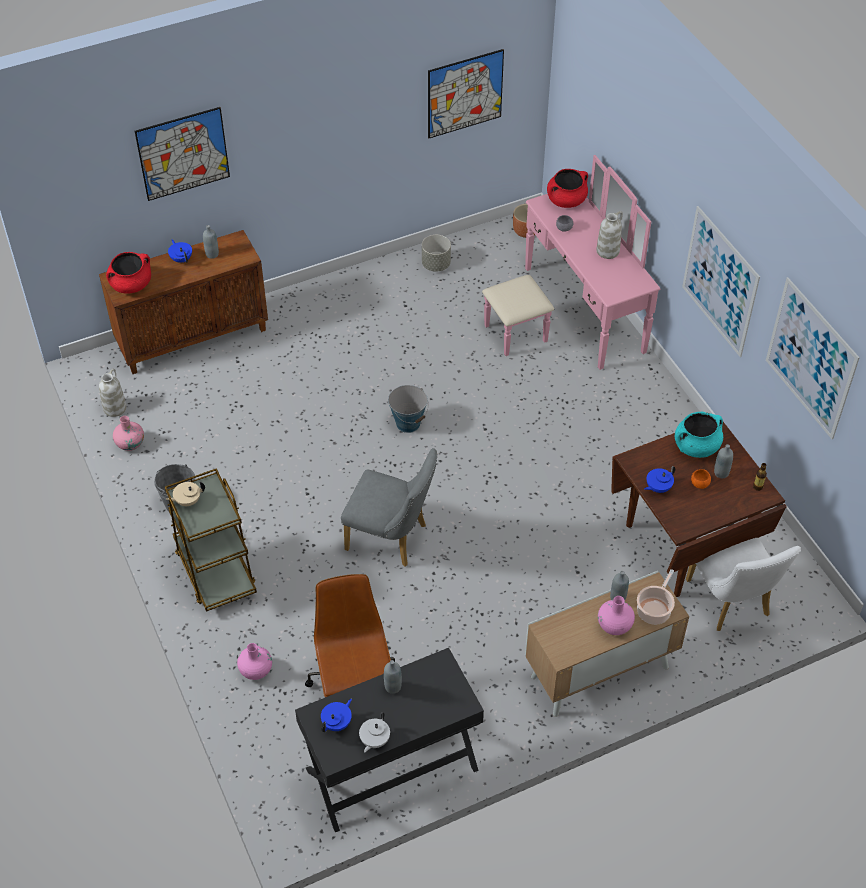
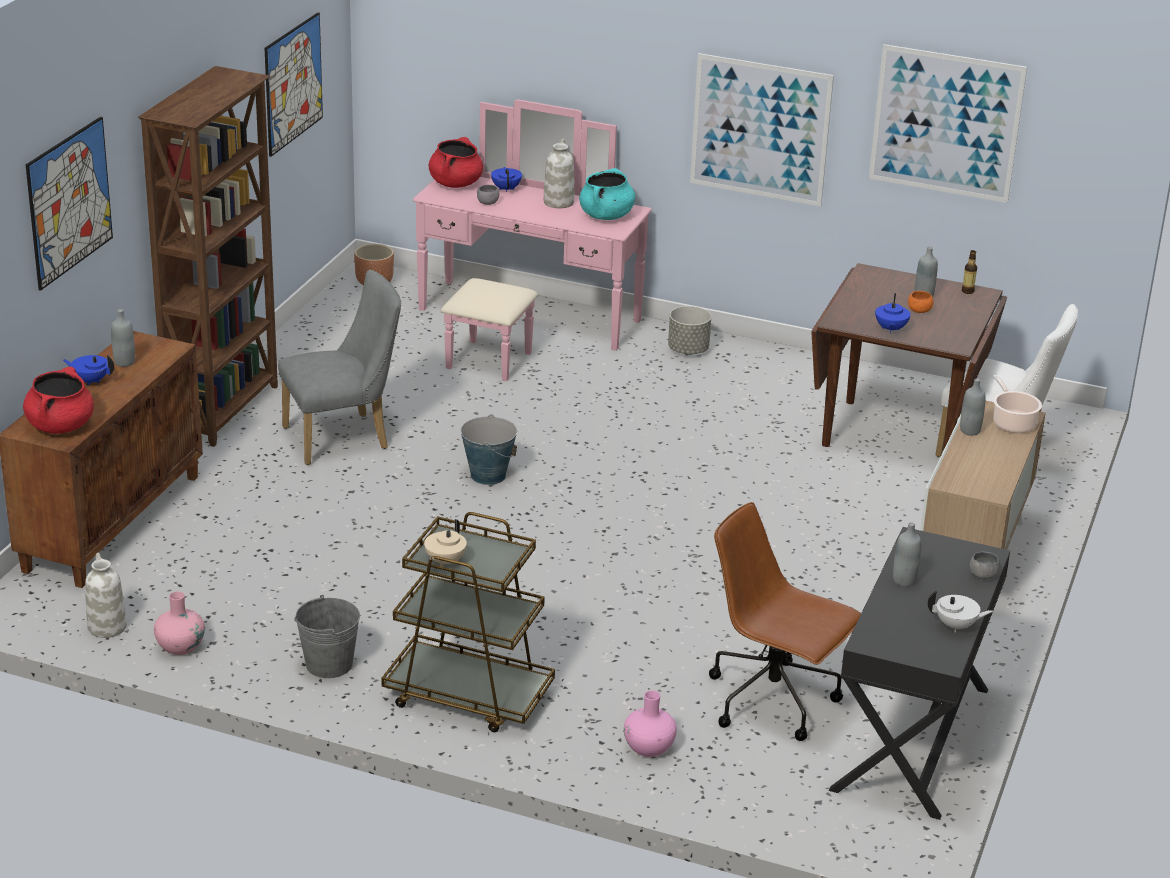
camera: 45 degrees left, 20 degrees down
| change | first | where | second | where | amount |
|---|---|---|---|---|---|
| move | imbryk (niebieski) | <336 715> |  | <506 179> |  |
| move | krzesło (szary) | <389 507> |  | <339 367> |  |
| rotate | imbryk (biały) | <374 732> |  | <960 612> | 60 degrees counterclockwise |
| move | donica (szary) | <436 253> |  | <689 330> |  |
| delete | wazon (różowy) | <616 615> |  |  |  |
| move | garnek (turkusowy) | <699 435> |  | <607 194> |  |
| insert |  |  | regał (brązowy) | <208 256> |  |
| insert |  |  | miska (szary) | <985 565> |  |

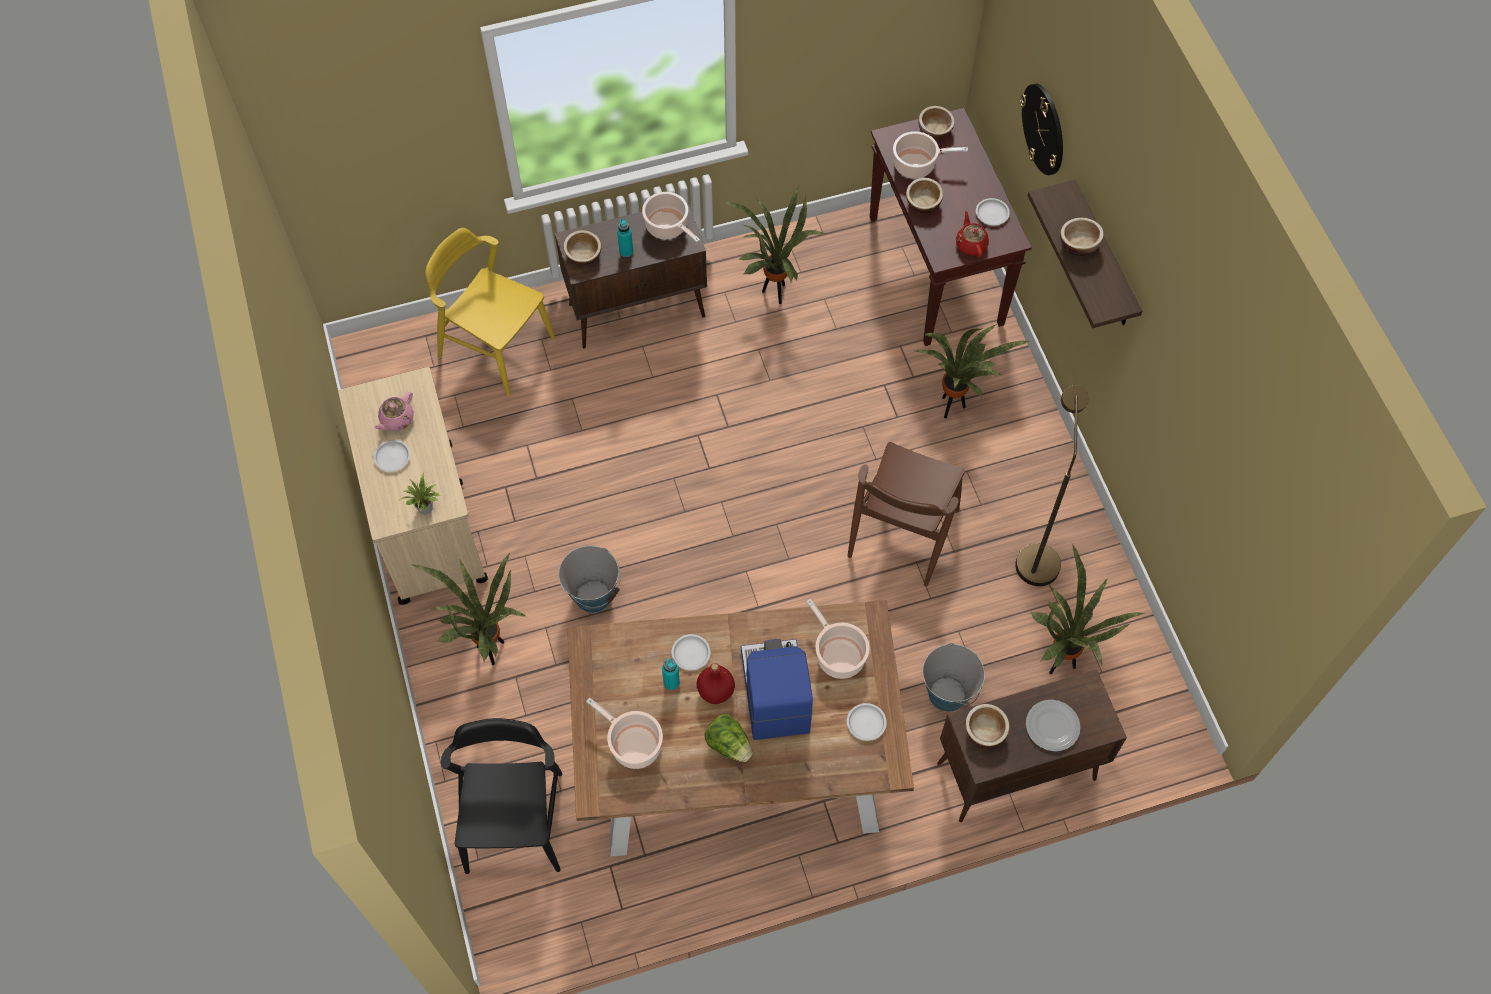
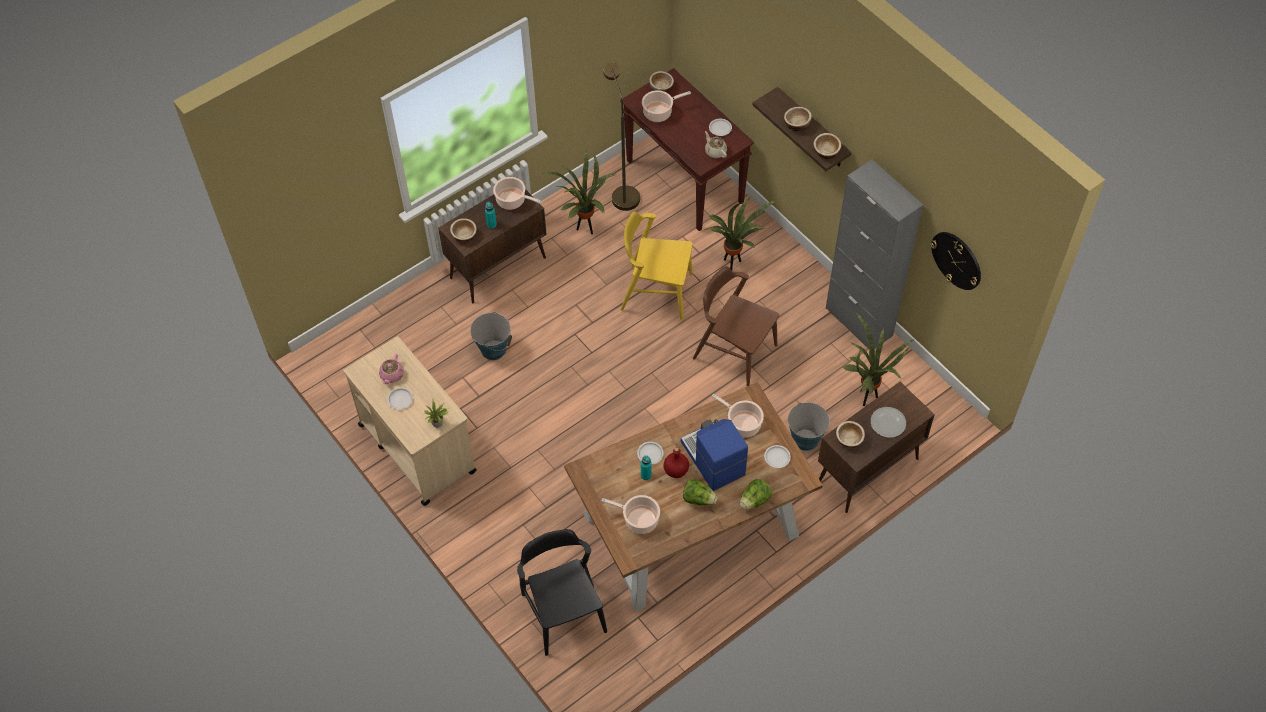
camera: 20 degrees left, 5 degrees down
| change | first | where | second | where | amount |
|---|---|---|---|---|---|
| delete | roślina doniczkowa | <470 609> |  |  |  |
| move | krzesło (żółty) | <490 312> |  | <657 265> |  |
| move | wiadro | <590 579> |  | <491 336> |  |
| rotate | krzesło (brązowy) | <906 514> |  | <736 326> | 120 degrees clockwise |
| move | miska | <924 195> |  | <827 146> |  |
| recolor | imbryk (czerwony) | <972 234> | imbryk (beżowy) | <716 144> |  |
| move | lampa stojąca (brązowy) | <1052 485> |  | <622 137> |  |
| move | zegar ścienny | <1041 129> |  | <955 261> |  |
| insert |  |  | sałata | <756 494> |  |
| insert |  |  | szafka (szary) | <874 254> |  |

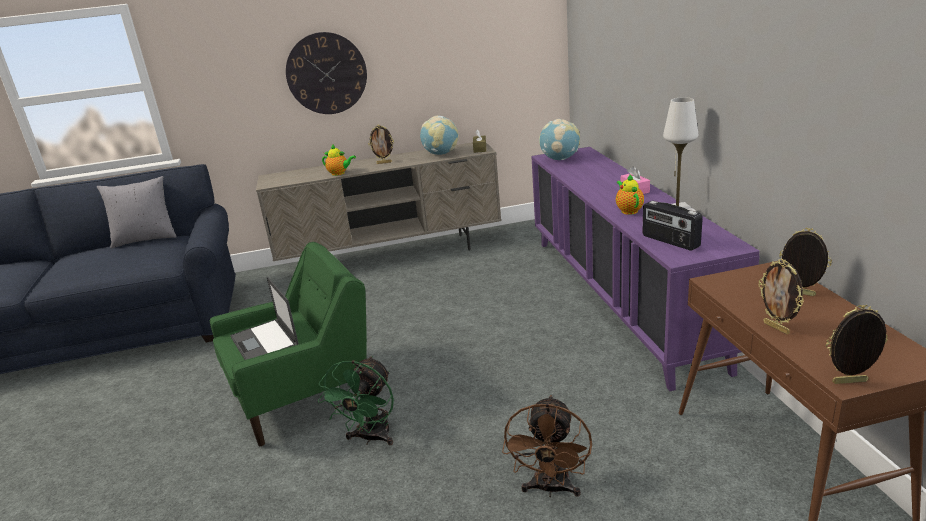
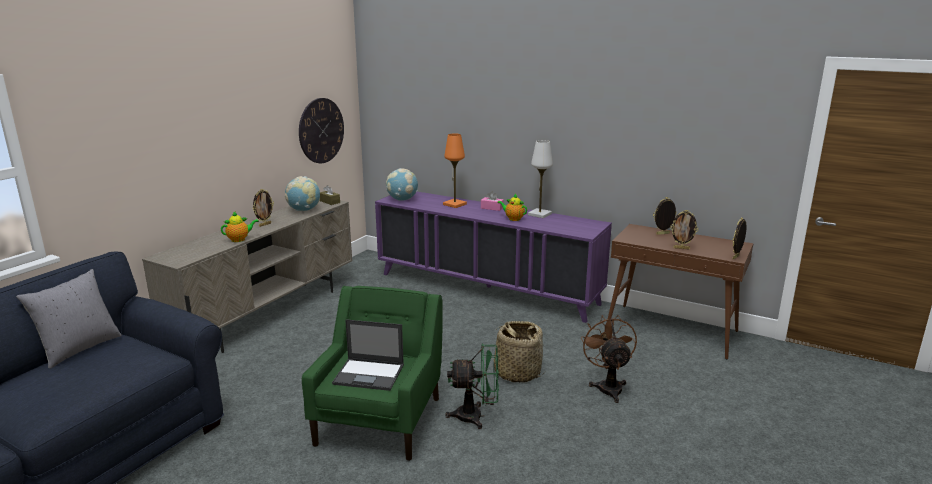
camera: 50 degrees left, 5 degrees down
| change | first | where | second | where | amount |
|---|---|---|---|---|---|
| move | zegar ścienny | <326 73> |  | <321 130> |  |
| rotate | wentylator (zielony) | <356 401> |  | <472 386> | 60 degrees counterclockwise |
| rotate | wentylator (brązowy) | <547 446> |  | <609 359> | 150 degrees counterclockwise |
| delete | radio | <672 226> |  |  |  |
| insert |  |  | lampa stołowa (pomarańczowy) | <455 171> |  |
| insert |  |  | koszyk | <517 352> |  |

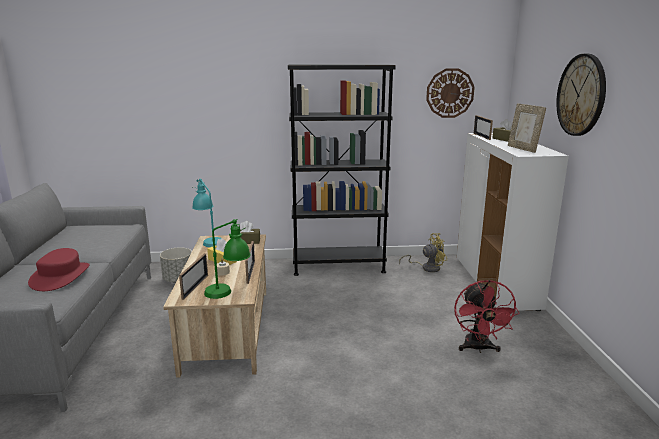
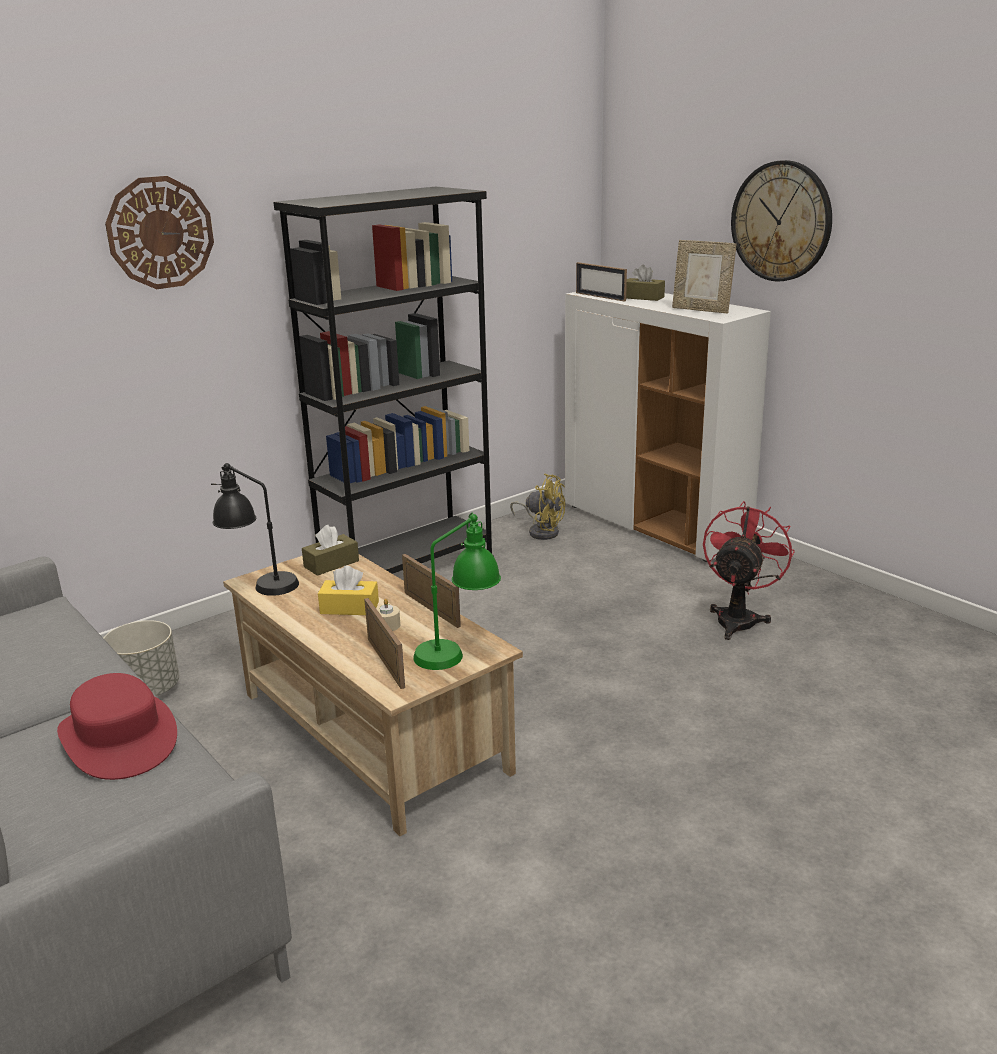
camera: 35 degrees left, 5 degrees up
| change | first | where | second | where | amount |
|---|---|---|---|---|---|
| recolor | lampa stołowa (turkusowy) | <207 213> | lampa stołowa (czarny) | <255 529> |  |
| rotate | wentylator (żółty) | <423 252> |  | <537 506> | 75 degrees clockwise |
| move | zegar ścienny | <450 93> |  | <159 232> |  |
| rotate | wentylator (czerwony) | <487 316> |  | <749 570> | 120 degrees counterclockwise |

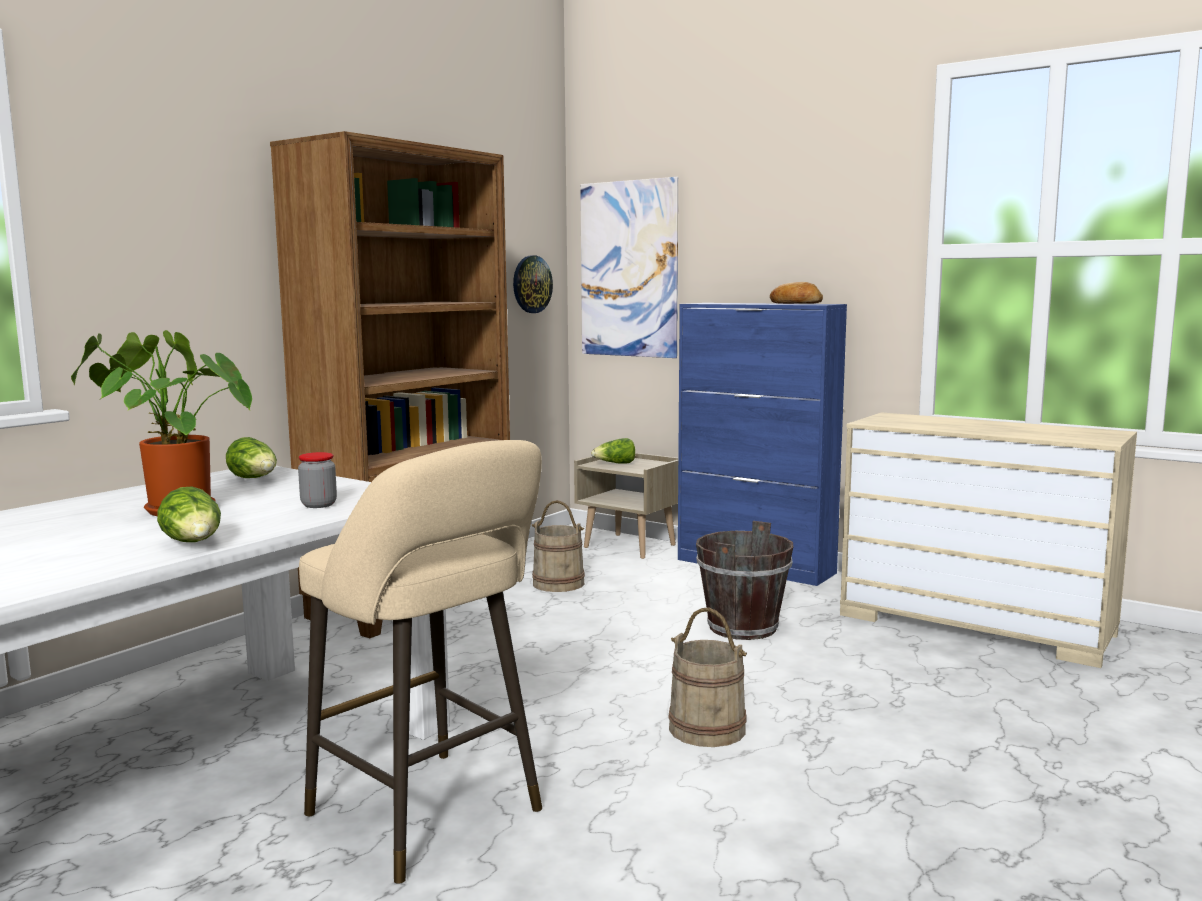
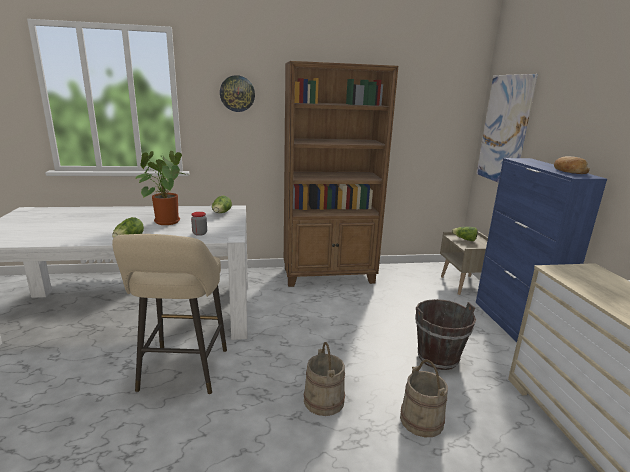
camera: 45 degrees right, 10 degrees up
| change | first | where | second | where | amount |
|---|---|---|---|---|---|
| move | zegar ścienny | <533 284> |  | <237 93> |  |
| move | wiadro (beżowy) | <558 546> |  | <424 398> |  |

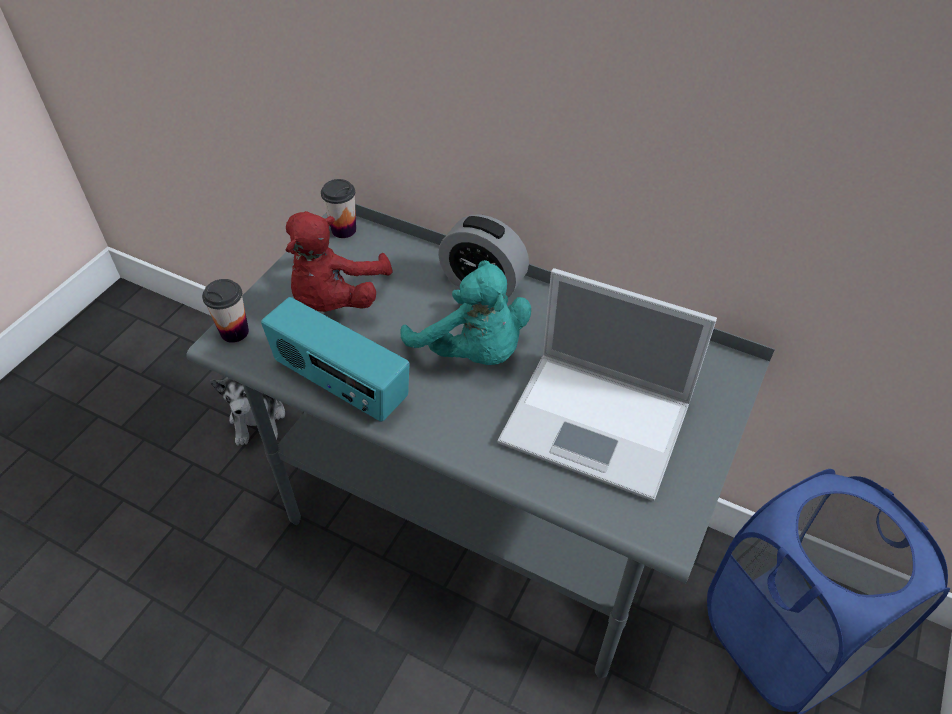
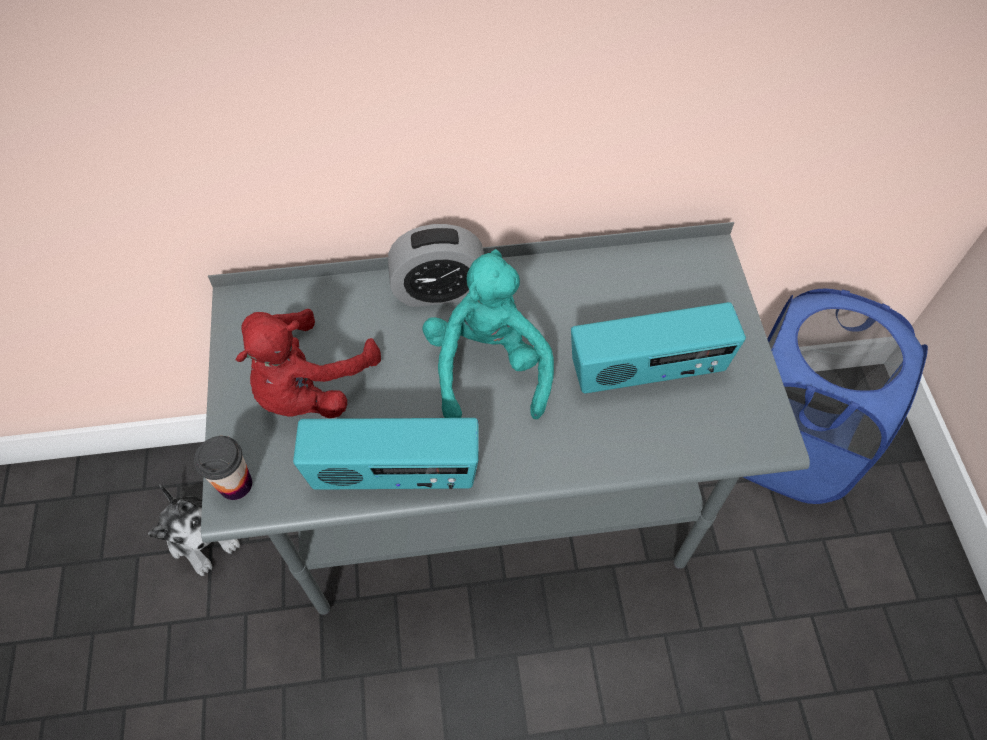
camera: 35 degrees left, 10 degrees up
| change | first | where | second | where | amount |
|---|---|---|---|---|---|
| rotate | pluszak (czerwony) | <339 261> |  | <308 363> | 45 degrees clockwise |
| delete | filiżanka | <338 208> |  |  |  |
| rotate | pluszak (turkusowy) | <465 312> |  | <488 334> | 105 degrees counterclockwise |
| replace | laptop | <607 384> | radio | <658 347> |  |

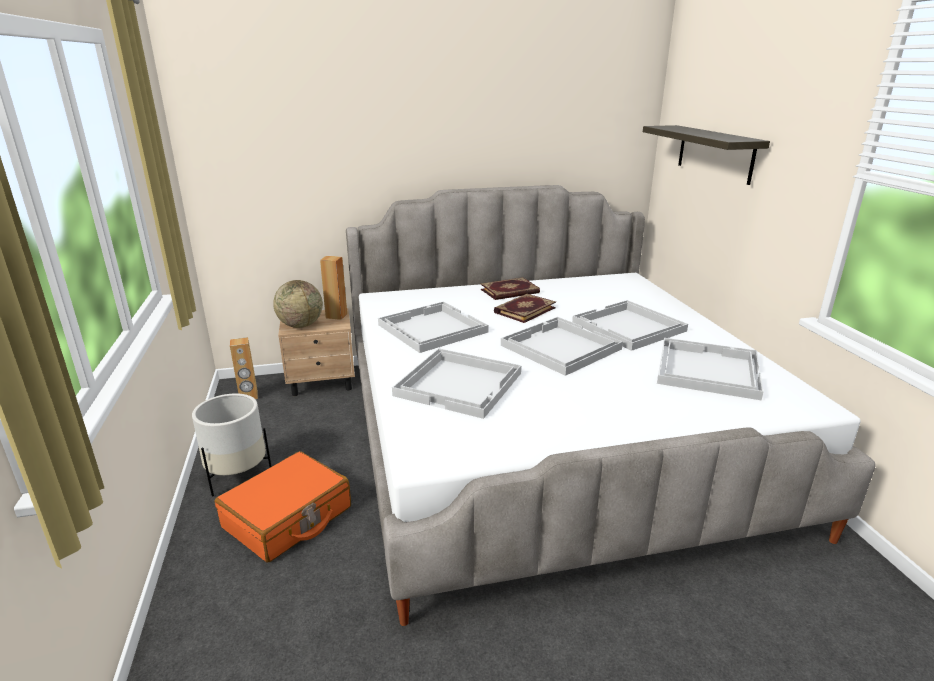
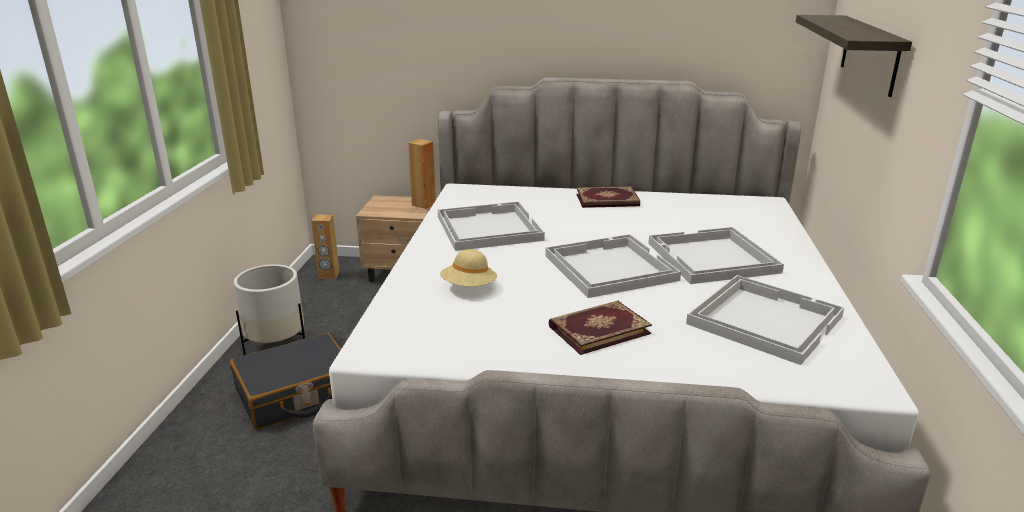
camera: 20 degrees right, 0 degrees up
| change | first | where | second | where | amount |
|---|---|---|---|---|---|
| recolor | walizka (pomarańczowy) | <283 507> | walizka (czarny) | <285 381> |  |
| delete | globus | <298 304> |  |  |  |
| replace | taca (biały) | <456 383> | kapelusz (beżowy) | <468 267> |  |
| move | książka | <525 308> |  | <600 328> |  |

